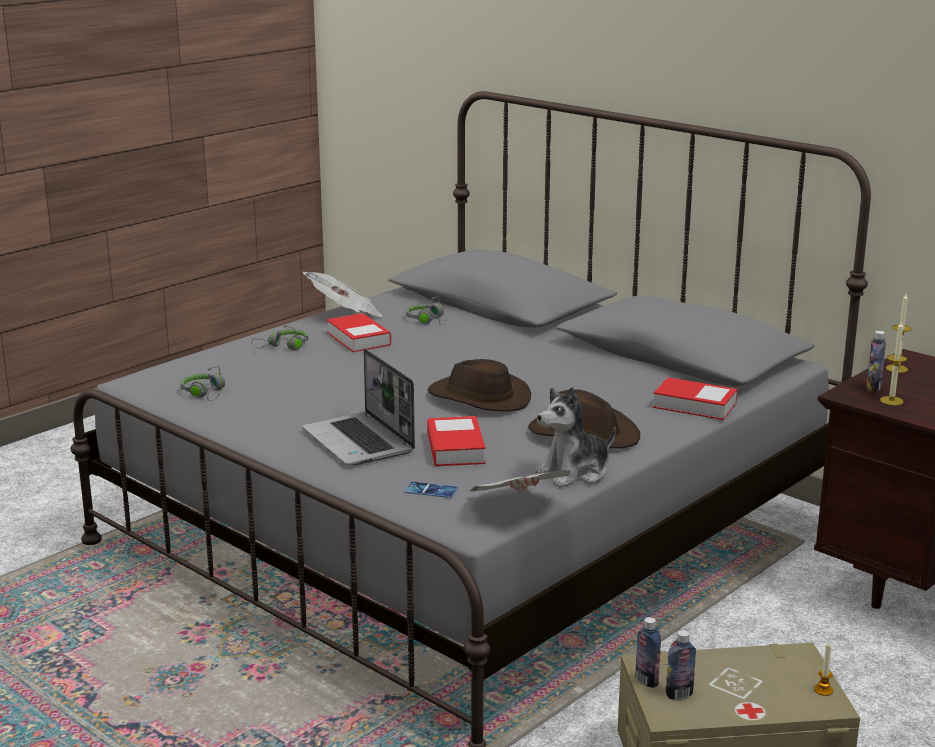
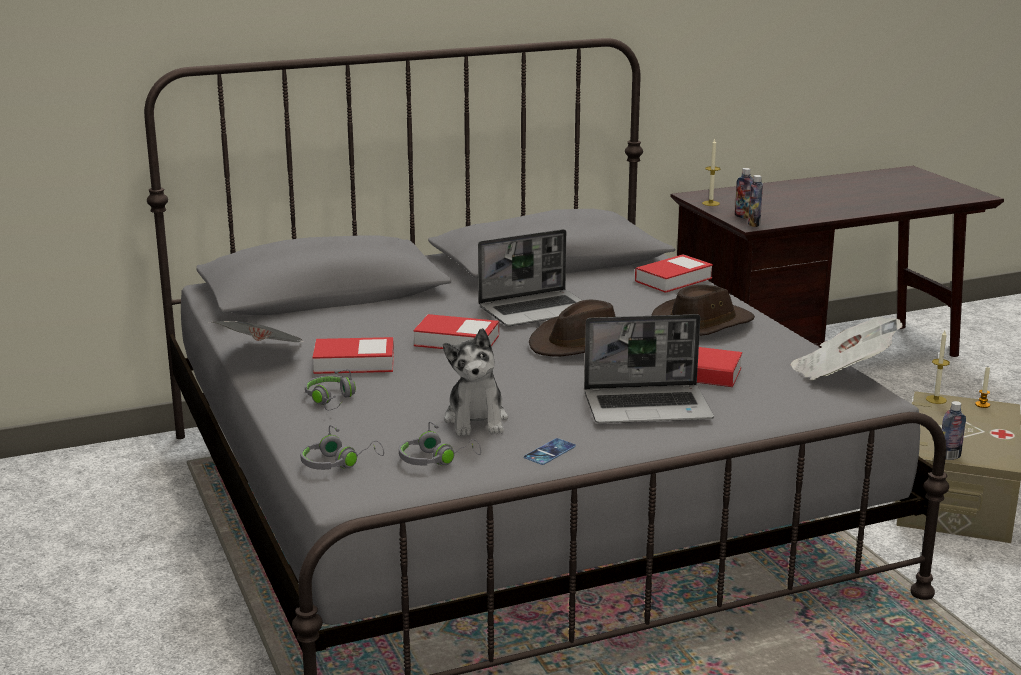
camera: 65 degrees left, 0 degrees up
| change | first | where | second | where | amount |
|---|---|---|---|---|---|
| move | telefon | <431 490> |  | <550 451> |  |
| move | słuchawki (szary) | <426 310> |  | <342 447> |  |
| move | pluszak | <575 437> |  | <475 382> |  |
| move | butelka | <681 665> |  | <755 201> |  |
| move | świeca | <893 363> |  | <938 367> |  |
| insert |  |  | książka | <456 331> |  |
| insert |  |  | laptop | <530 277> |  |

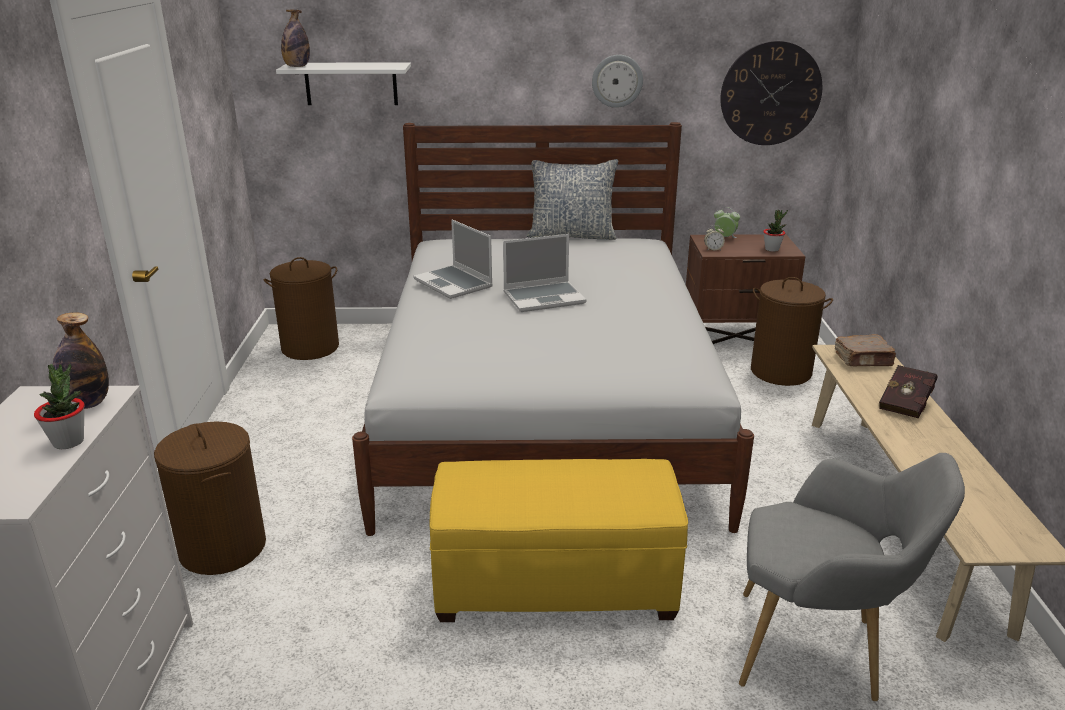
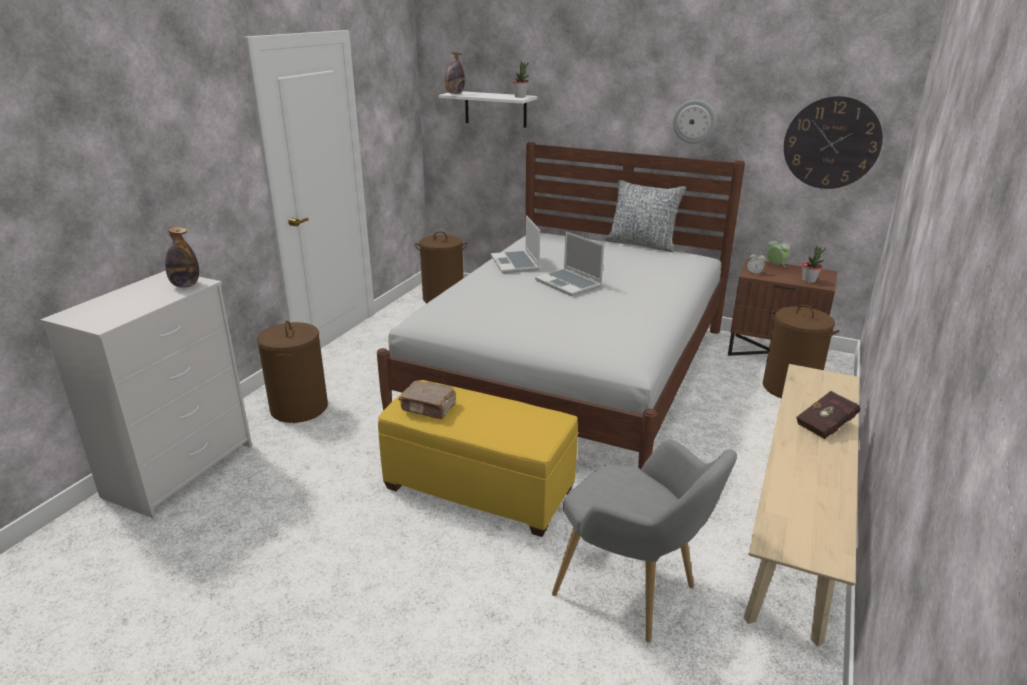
camera: 25 degrees right, 0 degrees up
| change | first | where | second | where | amount |
|---|---|---|---|---|---|
| move | roślina doniczkowa | <59 406> |  | <520 80> |  |
| rotate | laptop | <545 273> |  | <569 263> | 45 degrees clockwise |
| move | książka (brązowy) | <865 350> |  | <427 399> |  |

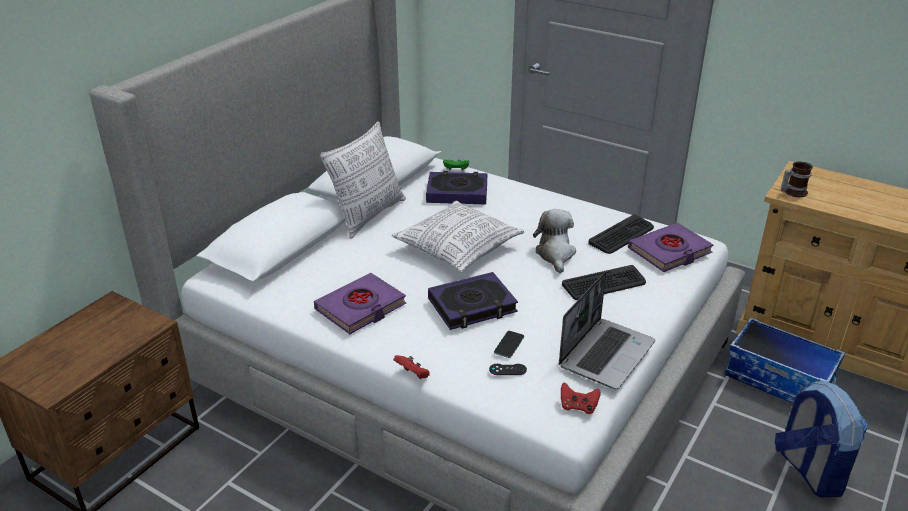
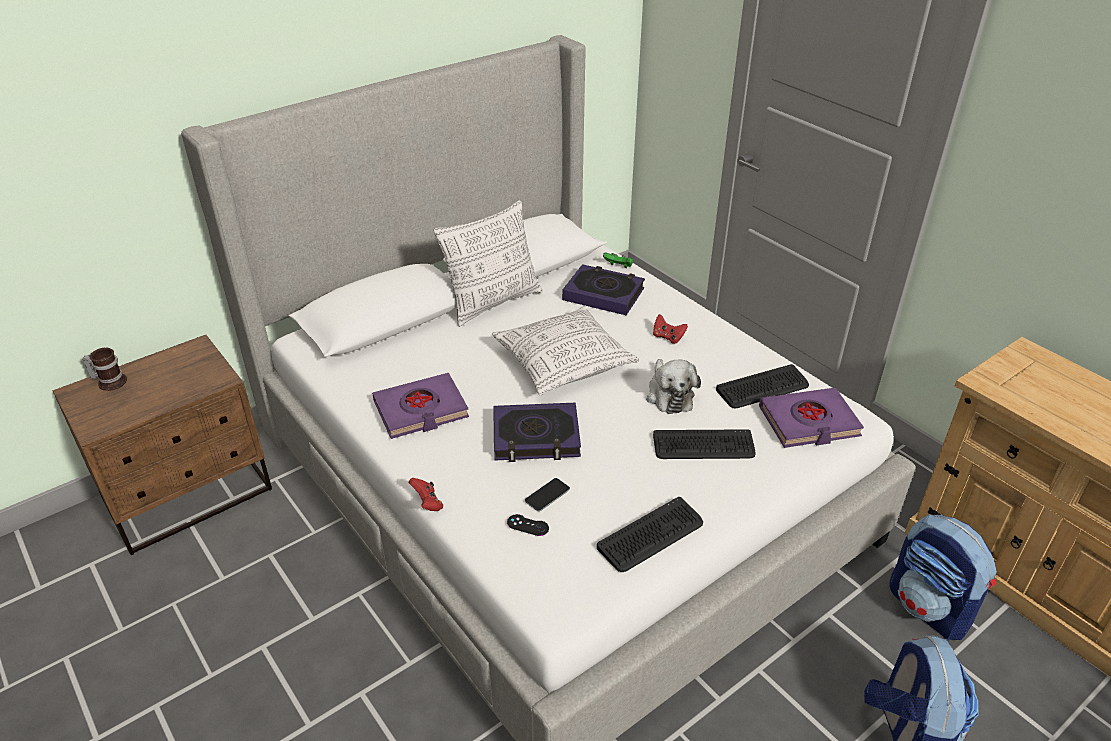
camera: 20 degrees right, 5 degrees up
| change | first | where | second | where | amount |
|---|---|---|---|---|---|
| rotate | pluszak | <554 241> |  | <673 386> | 150 degrees clockwise |
| replace | laptop | <607 330> | klawiatura | <650 534> |  |
| move | pad do gier (czerwony) | <580 398> |  | <670 329> |  |
| replace | pojemnik do przechowywania | <785 360> | plecak | <943 577> |  |
| move | kubek | <797 179> |  | <104 369> |  |

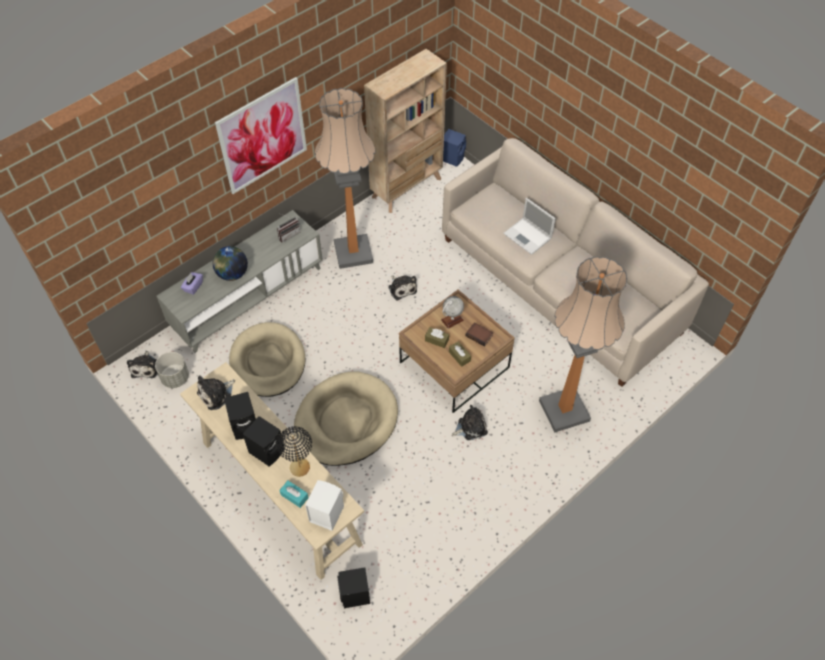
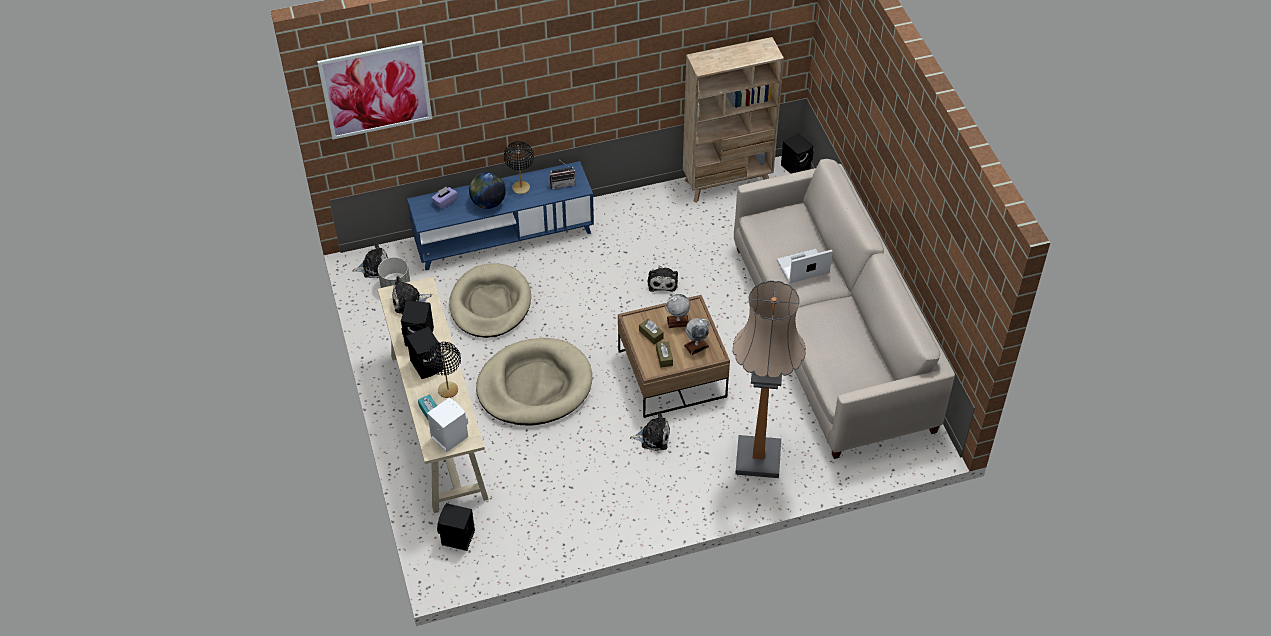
camera: 25 degrees right, 5 degrees down
| change | first | where | second | where | amount |
|---|---|---|---|---|---|
| rotate | pluszak | <142 364> |  | <370 260> | 120 degrees counterclockwise |
| recolor | szafka pod telewizor (szary) | <239 281> | szafka pod telewizor (niebieski) | <500 215> |  |
| move | obraz | <261 135> |  | <374 89> |  |
| delete | lampa stojąca | <345 178> |  |  |  |
| recolor | głośnik (niebieski) | <454 148> | głośnik (czarny) | <797 153> |  |
| replace | książka | <479 334> | globus | <697 336> |  |
| rotate | laptop | <529 226> |  | <805 265> | 90 degrees clockwise |
| insert |  |  | lampa stołowa (czarny) | <519 167> |  |

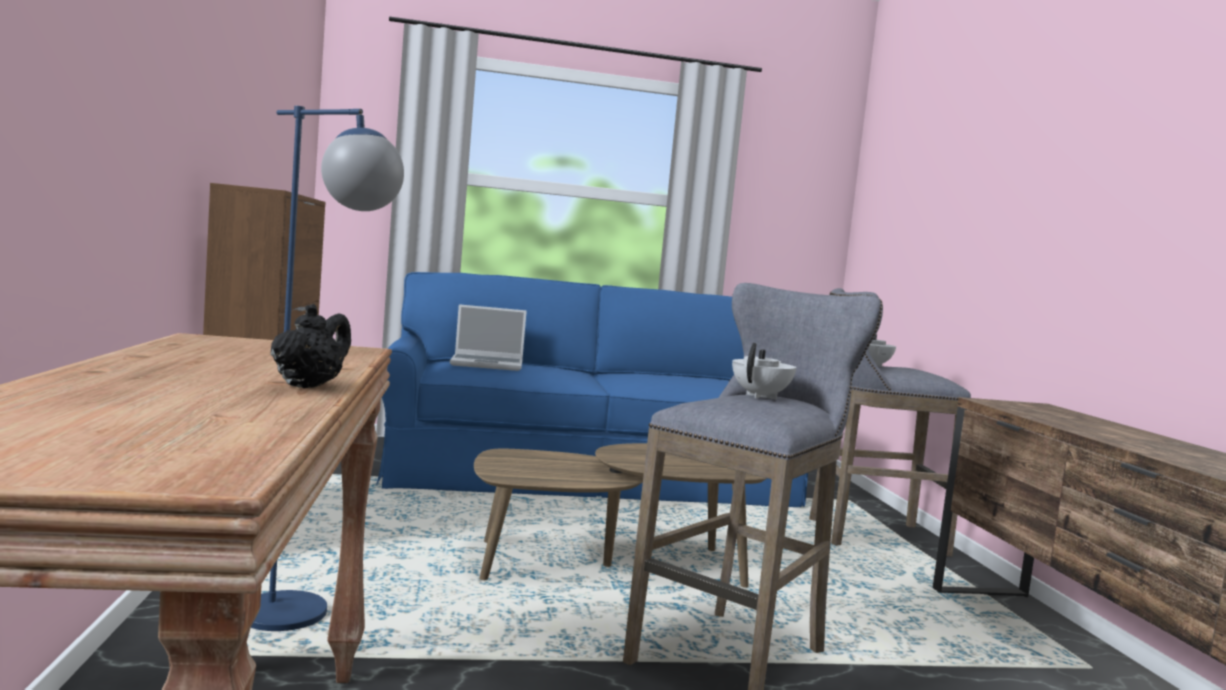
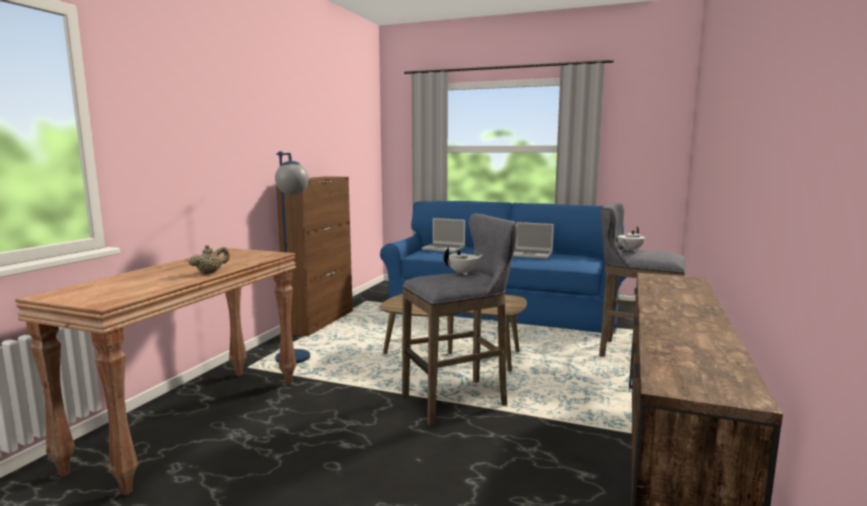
camera: 30 degrees right, 5 degrees up
| change | first | where | second | where | amount |
|---|---|---|---|---|---|
| recolor | imbryk (czarny) | <310 346> | imbryk (beżowy) | <209 259> |  |
| insert |  |  | laptop | <533 240> |  |

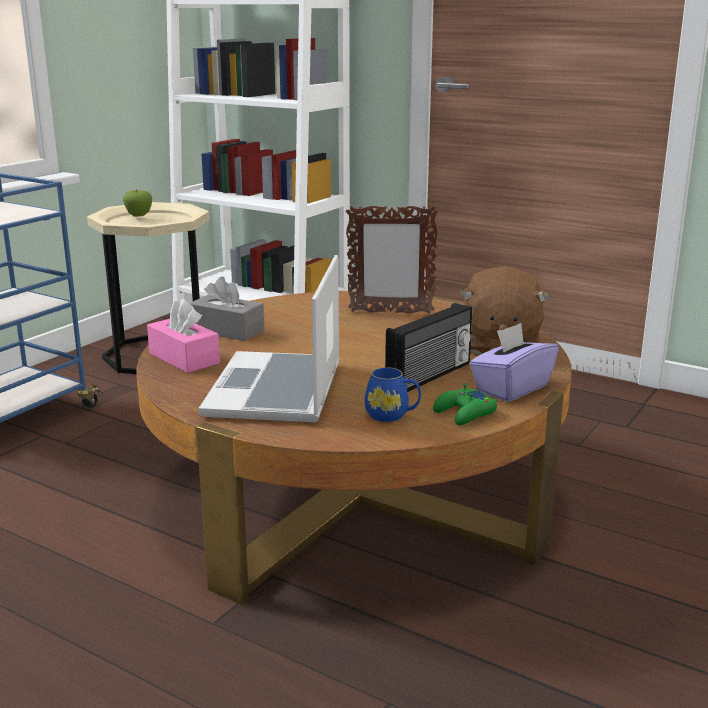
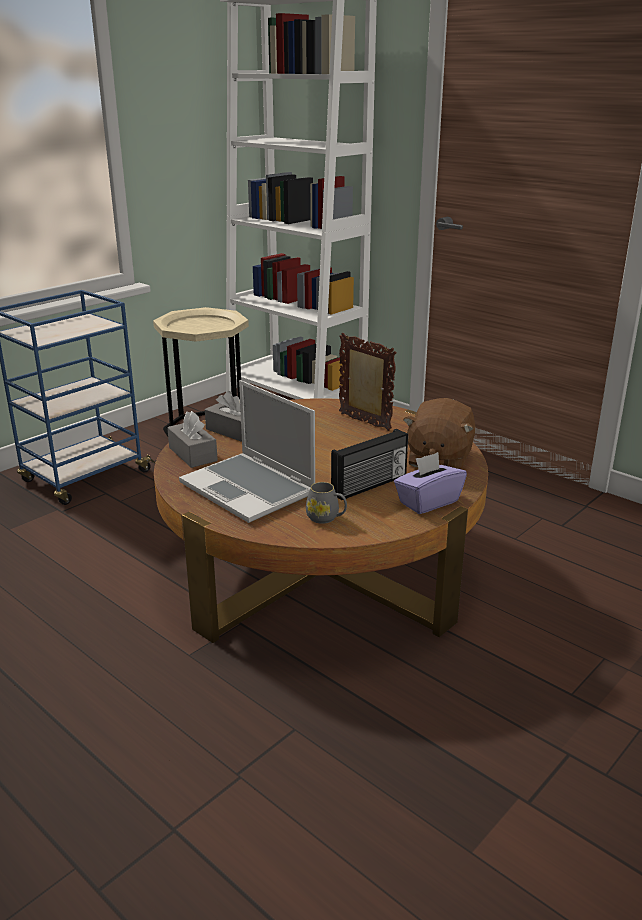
camera: 10 degrees right, 5 degrees up
| change | first | where | second | where | amount |
|---|---|---|---|---|---|
| delete | jabłko | <137 203> |  |  |  |
| recolor | pudełko chusteczek (różowy) | <183 336> | pudełko chusteczek (szary) | <192 439> |  |
| rotate | laptop | <269 338> |  | <247 451> | 60 degrees counterclockwise |
| rotate | ramka na zdjęcie | <392 259> |  | <368 382> | 150 degrees counterclockwise |
| recolor | kubek (niebieski) | <393 394> | kubek (szary) | <326 503> |  |
| delete | pad do gier (zielony) | <465 404> |  |  |  |

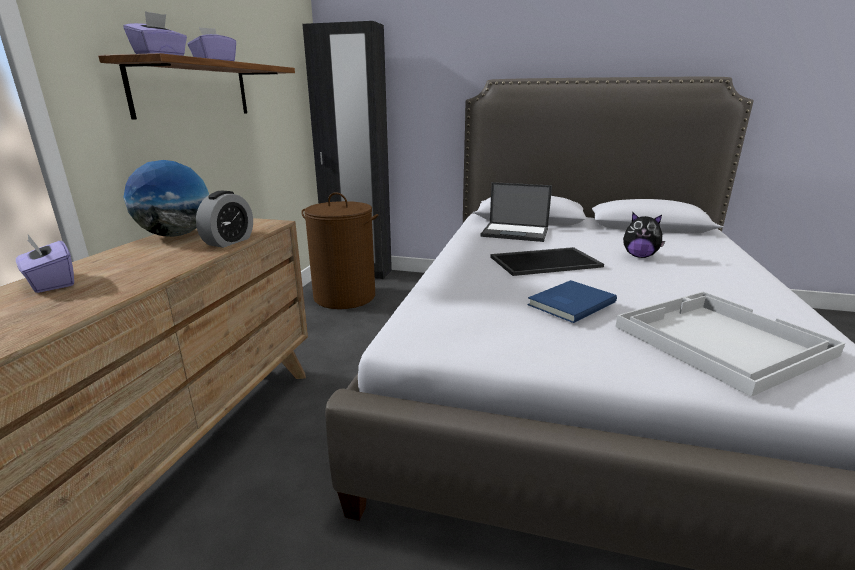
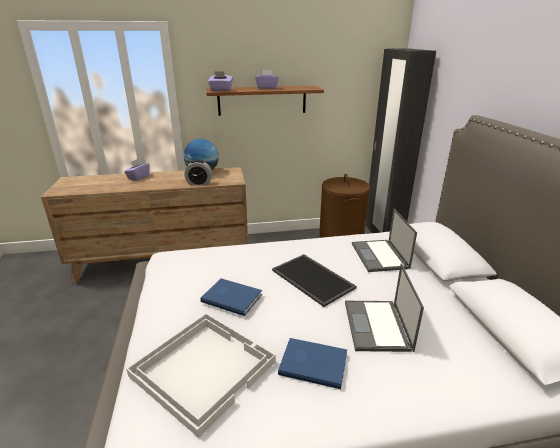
camera: 65 degrees right, 5 degrees up
| change | first | where | second | where | amount |
|---|---|---|---|---|---|
| replace | pluszak | <644 235> | laptop | <384 307> |  |
| insert |  |  | książka (niebieski) | <312 363> |  |

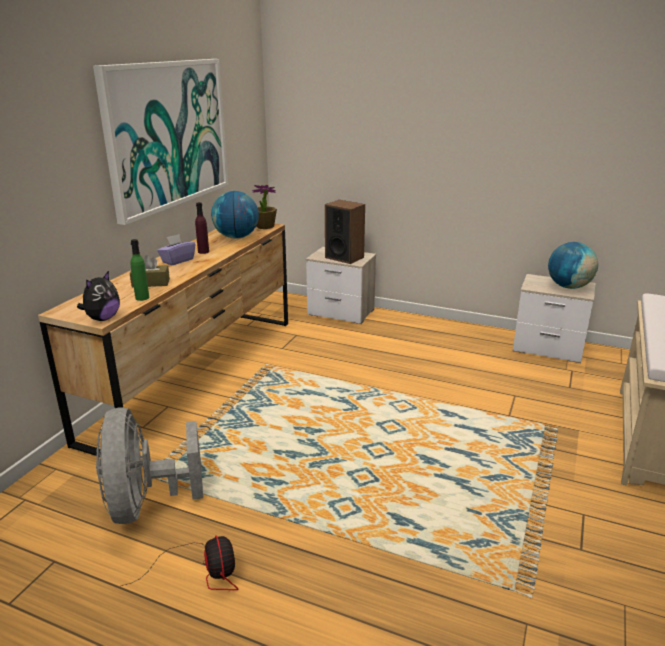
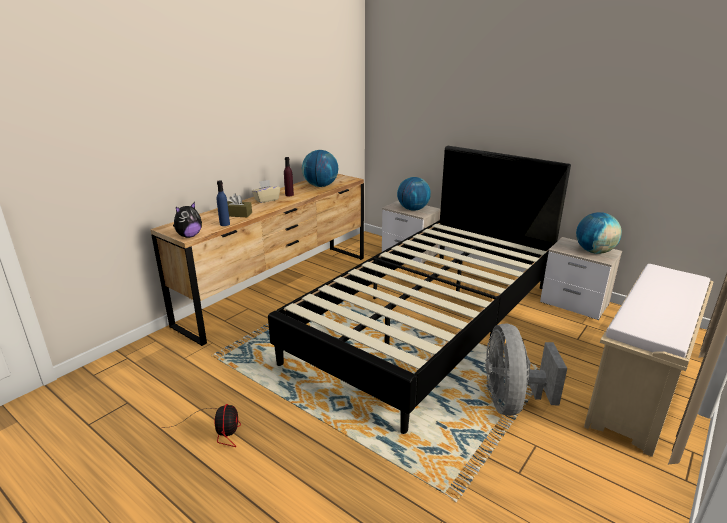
camera: 15 degrees right, 0 degrees up
| change | first | where | second | where | amount |
|---|---|---|---|---|---|
| delete | obraz | <160 142> |  |  |  |
| move | wentylator (szary) | <149 465> |  | <526 369> |  |
| recolor | butelka (zielony) | <140 270> | butelka (niebieski) | <223 203> |  |
| recolor | pudełko chusteczek (fioletowy) | <176 249> | pudełko chusteczek (beżowy) | <266 191> |  |
| delete | roślina doniczkowa | <264 207> |  |  |  |
| replace | głośnik | <345 232> | globus | <414 194> |  |
| insert |  |  | łóżko (czarny) | <419 290> |  |

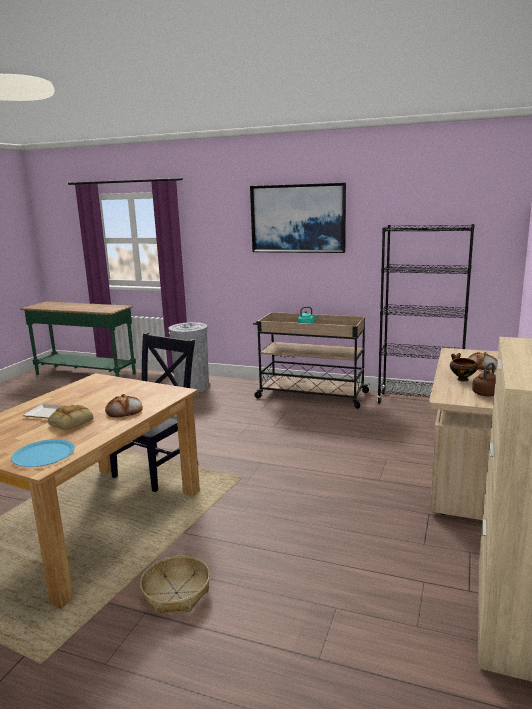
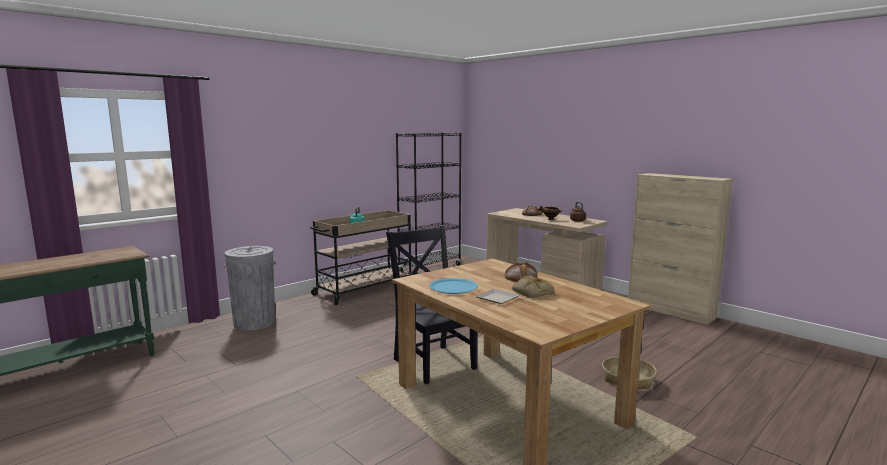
camera: 65 degrees left, 5 degrees down
| change | first | where | second | where | amount |
|---|---|---|---|---|---|
| move | talerz (niebieski) | <43 453> |  | <453 286> |  |
| delete | obraz | <298 218> |  |  |  |

